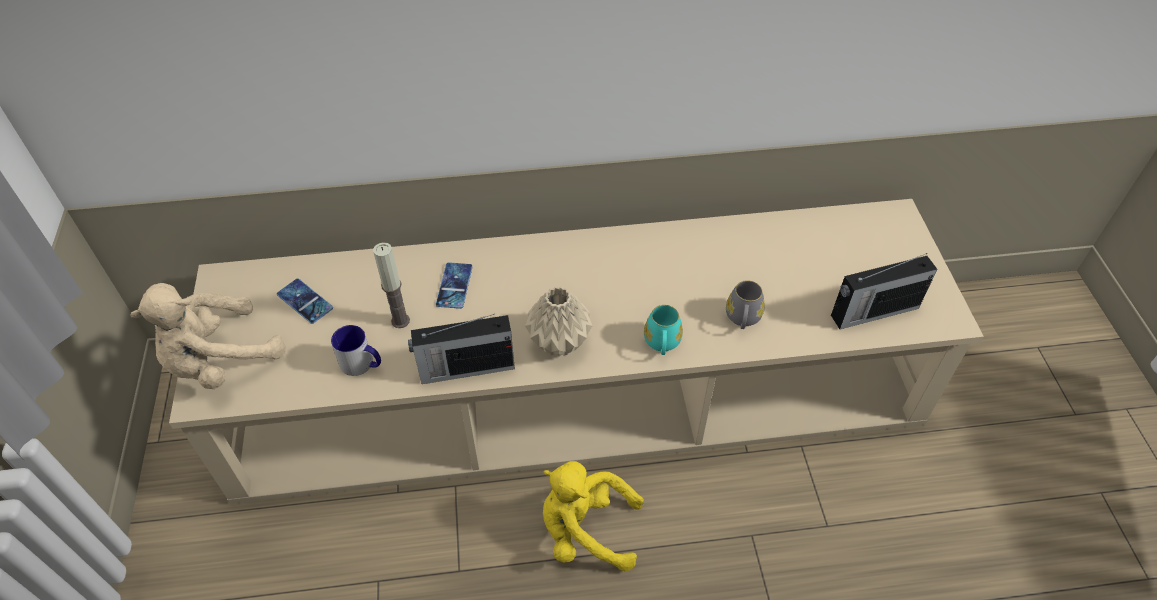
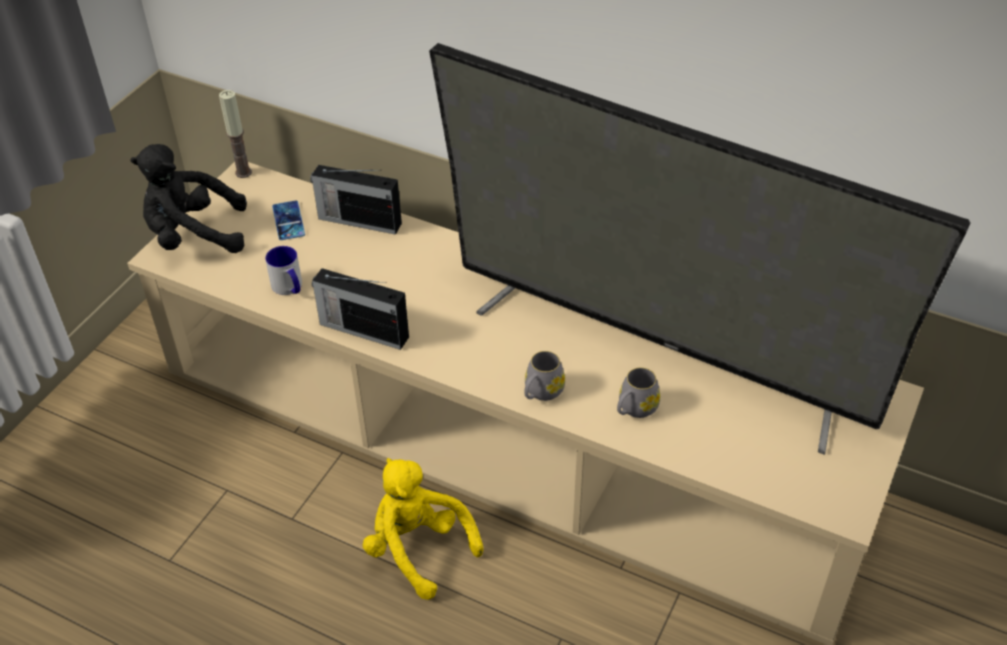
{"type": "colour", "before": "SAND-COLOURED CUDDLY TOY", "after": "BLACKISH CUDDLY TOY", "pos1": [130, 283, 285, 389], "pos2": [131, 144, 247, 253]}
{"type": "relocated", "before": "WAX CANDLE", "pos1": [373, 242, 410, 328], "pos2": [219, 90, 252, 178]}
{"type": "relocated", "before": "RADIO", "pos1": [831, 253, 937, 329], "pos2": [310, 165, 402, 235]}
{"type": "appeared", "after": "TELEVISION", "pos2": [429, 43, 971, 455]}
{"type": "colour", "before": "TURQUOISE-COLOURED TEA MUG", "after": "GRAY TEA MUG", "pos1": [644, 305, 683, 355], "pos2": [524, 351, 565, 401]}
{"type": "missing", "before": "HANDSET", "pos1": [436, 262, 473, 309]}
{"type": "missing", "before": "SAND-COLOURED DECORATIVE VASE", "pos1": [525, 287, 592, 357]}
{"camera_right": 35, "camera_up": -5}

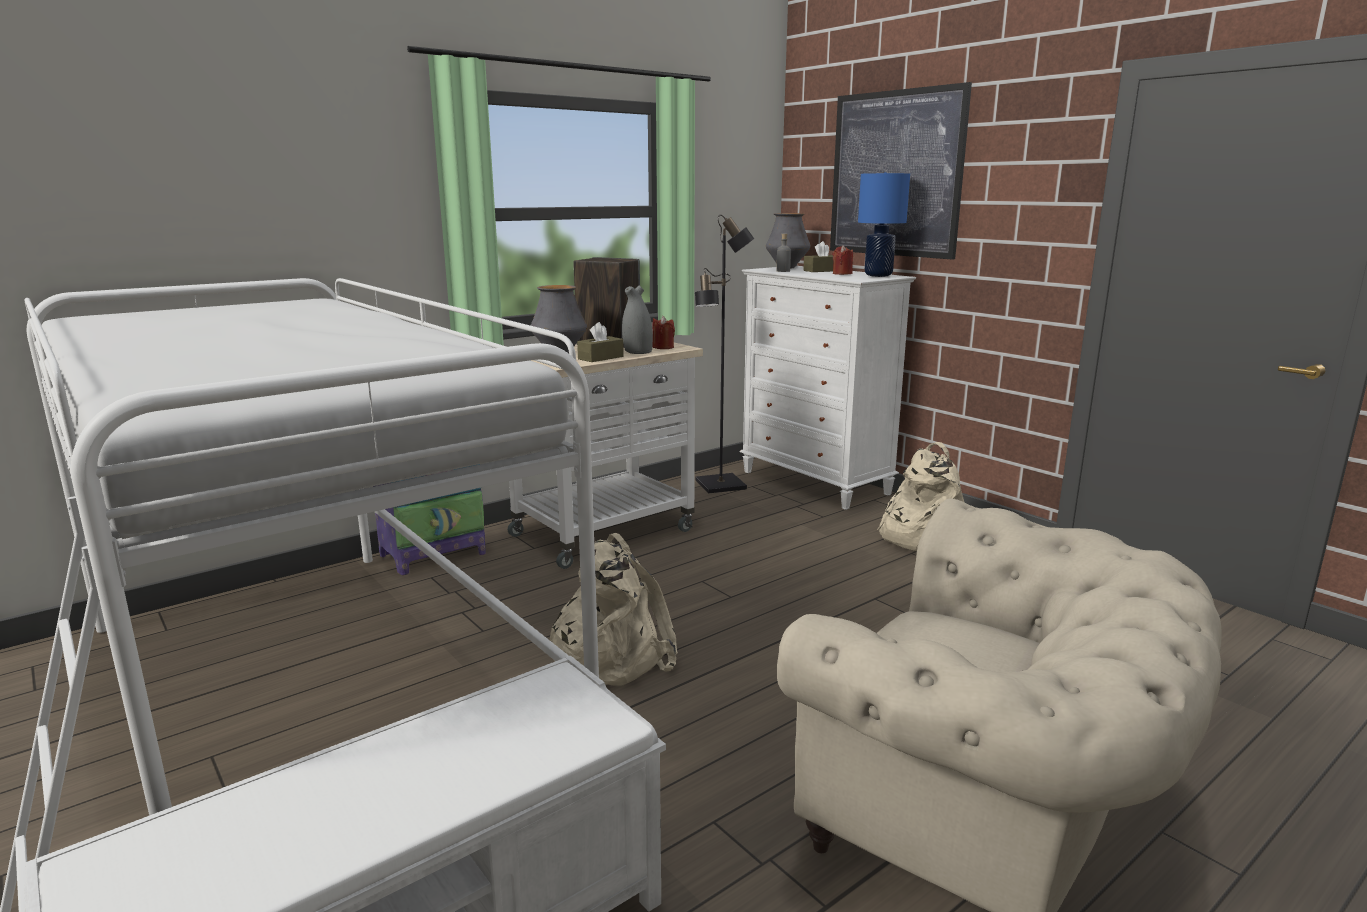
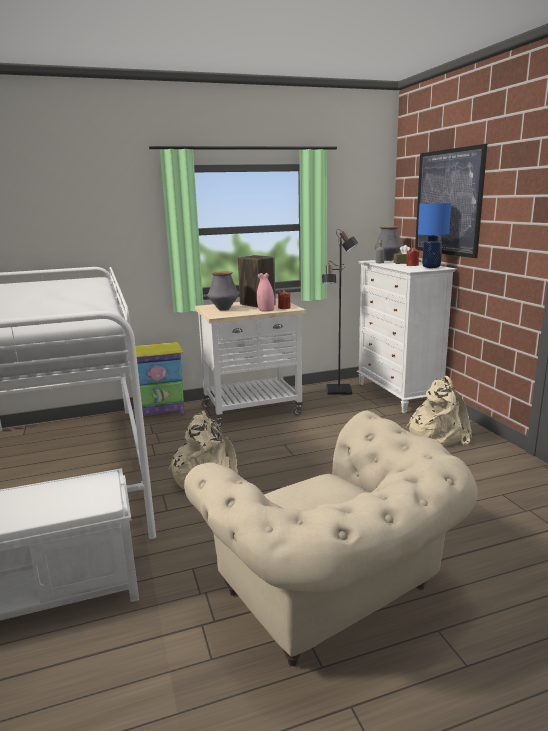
{"type": "colour", "before": "GRAY DECORATIVE VASE", "after": "PINK-COLOURED DECORATIVE VASE", "pos1": [622, 286, 653, 354], "pos2": [257, 273, 275, 312]}
{"type": "missing", "before": "BROWN-COLOURED TISSUE HOLDER", "pos1": [577, 322, 624, 362]}
{"camera_right": 20, "camera_up": 0}

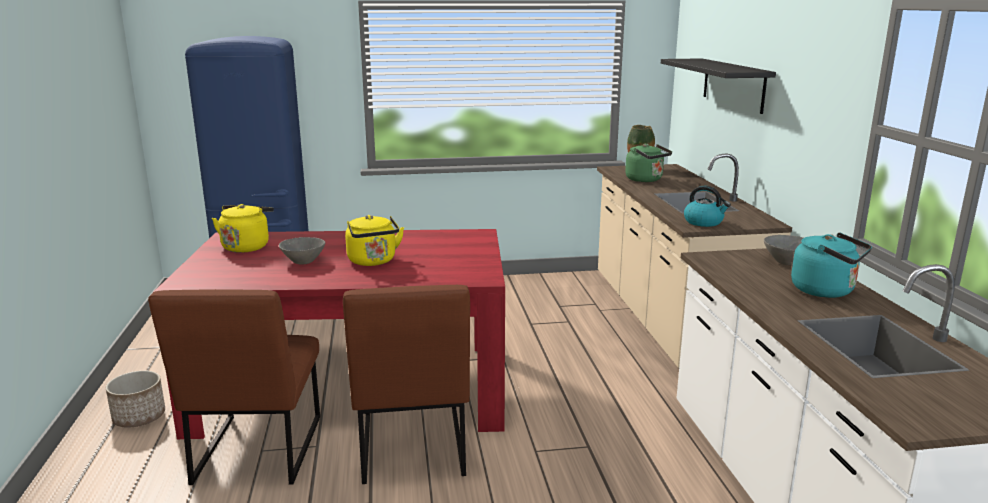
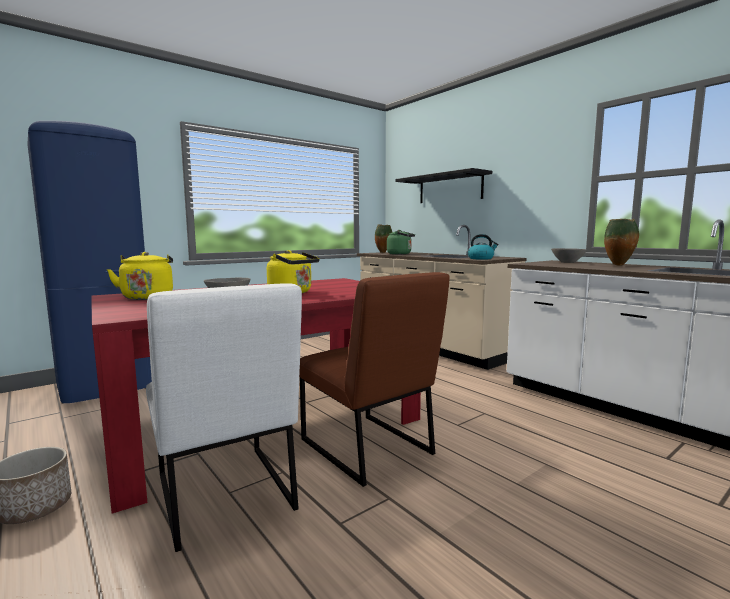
{"type": "colour", "before": "BROWN-COLOURED PLAIN CHAIR", "after": "WHITISH PLAIN CHAIR", "pos1": [148, 289, 320, 485], "pos2": [146, 283, 302, 552]}
{"type": "exchanged", "before": "TURQUOISE-COLOURED TEA KETTLE", "after": "DECORATIVE VASE", "pos1": [791, 232, 872, 298], "pos2": [604, 219, 639, 266]}
{"camera_right": -30, "camera_up": -10}

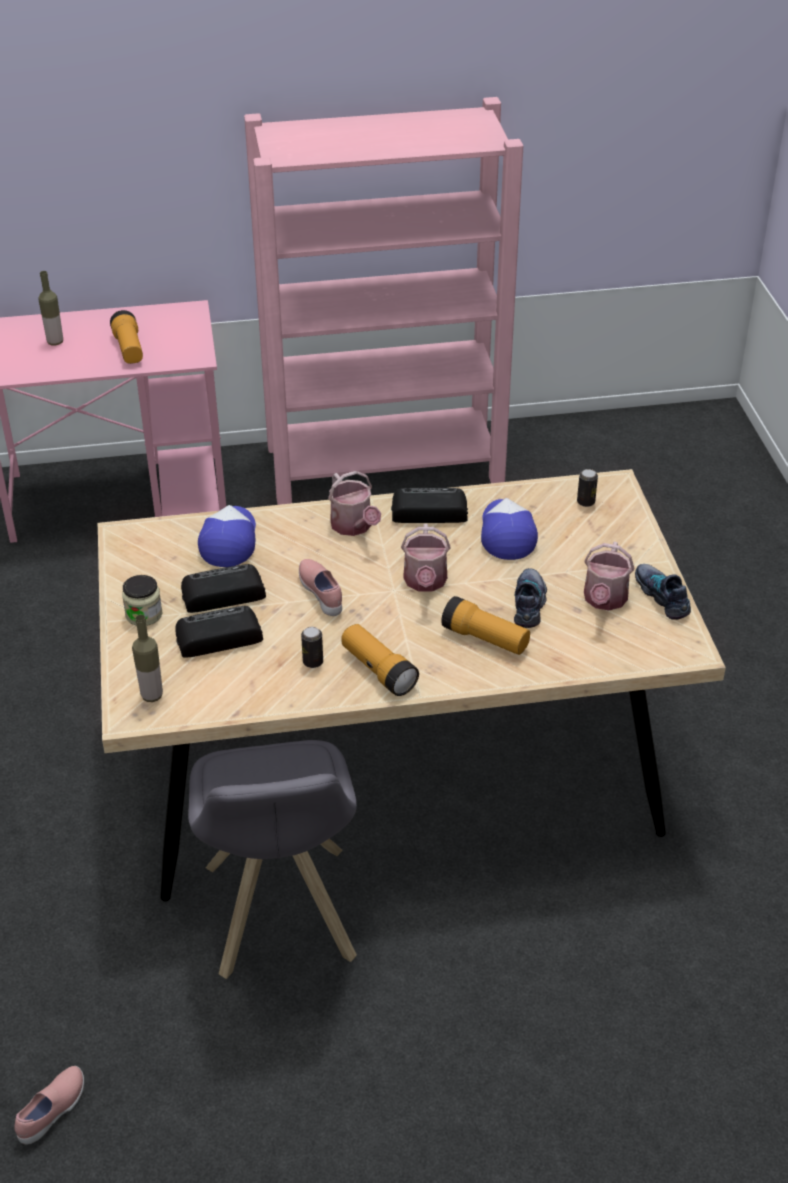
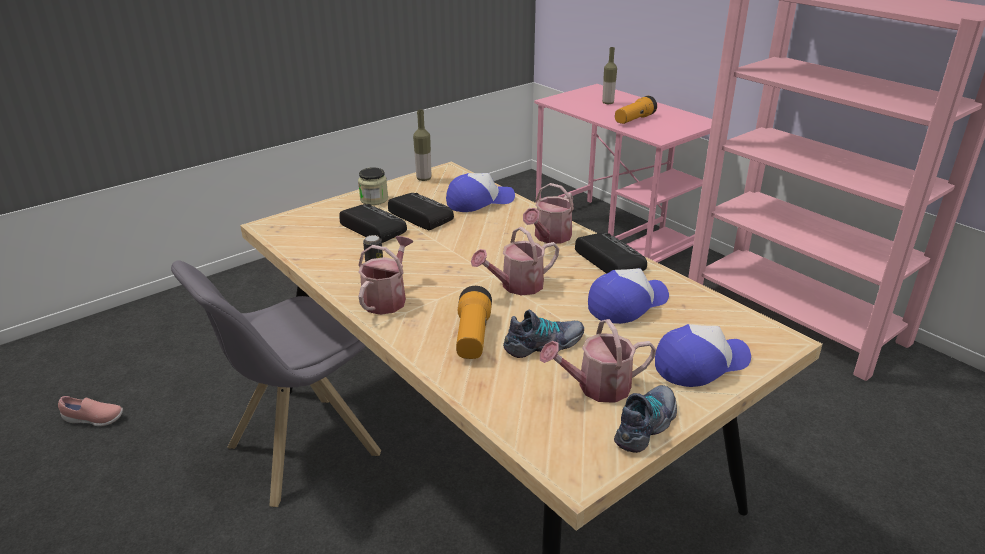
{"type": "exchanged", "before": "FLASHLIGHT", "after": "WATERING POT", "pos1": [341, 624, 419, 696], "pos2": [358, 236, 413, 315]}
{"type": "relocated", "before": "BEVERAGE BOTTLE", "pos1": [132, 615, 163, 702], "pos2": [413, 110, 431, 181]}
{"type": "appeared", "after": "PEAKED CAP", "pos2": [655, 324, 751, 387]}
{"type": "missing", "before": "PINK-COLOURED ITEM OF FOOTWEAR", "pos1": [299, 559, 342, 616]}
{"type": "missing", "before": "METAL CAN", "pos1": [577, 469, 598, 507]}
{"camera_right": 60, "camera_up": -10}

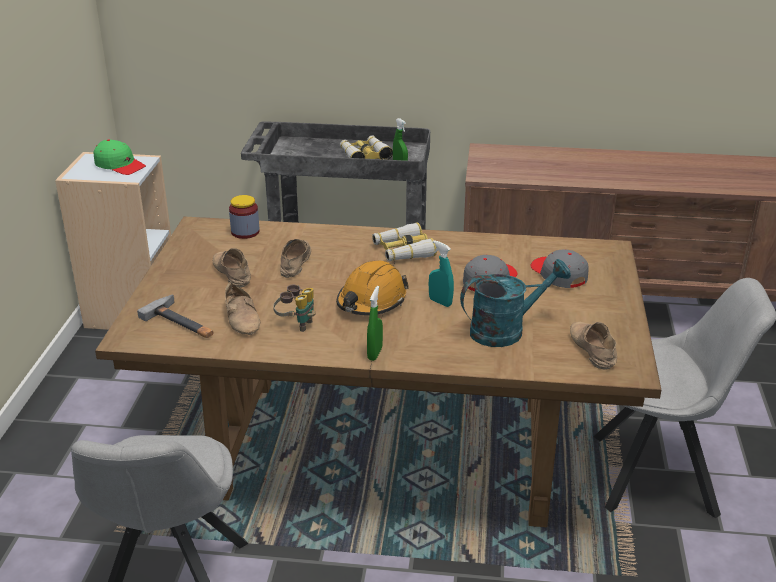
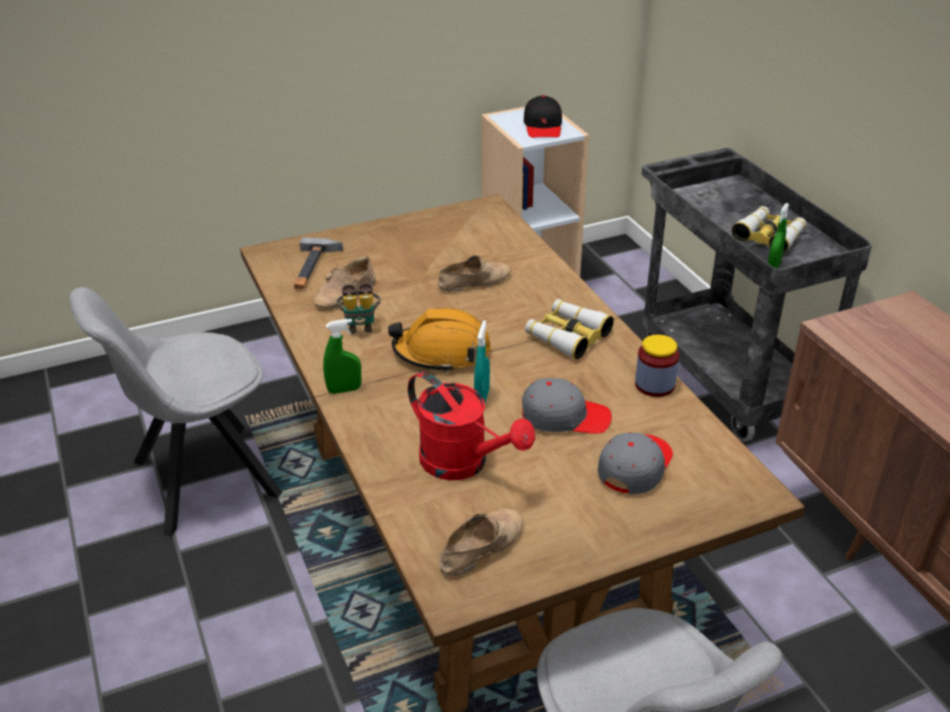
{"type": "colour", "before": "TURQUOISE-COLOURED WATERING POT", "after": "RED WATERING POT", "pos1": [460, 259, 571, 347], "pos2": [408, 371, 535, 480]}
{"type": "colour", "before": "GREENISH PEAKED CAP", "after": "BLACKISH PEAKED CAP", "pos1": [94, 139, 146, 175], "pos2": [524, 95, 562, 138]}
{"type": "relocated", "before": "JAR", "pos1": [229, 195, 260, 239], "pos2": [635, 335, 679, 397]}
{"type": "missing", "before": "SAND-COLOURED ITEM OF FOOTWEAR", "pos1": [213, 248, 251, 287]}
{"camera_right": 60, "camera_up": 5}

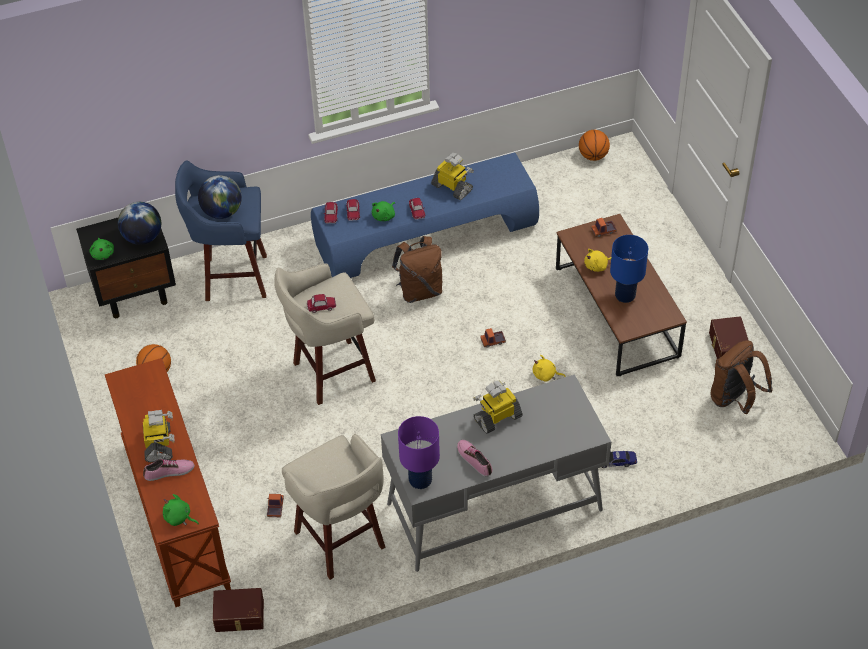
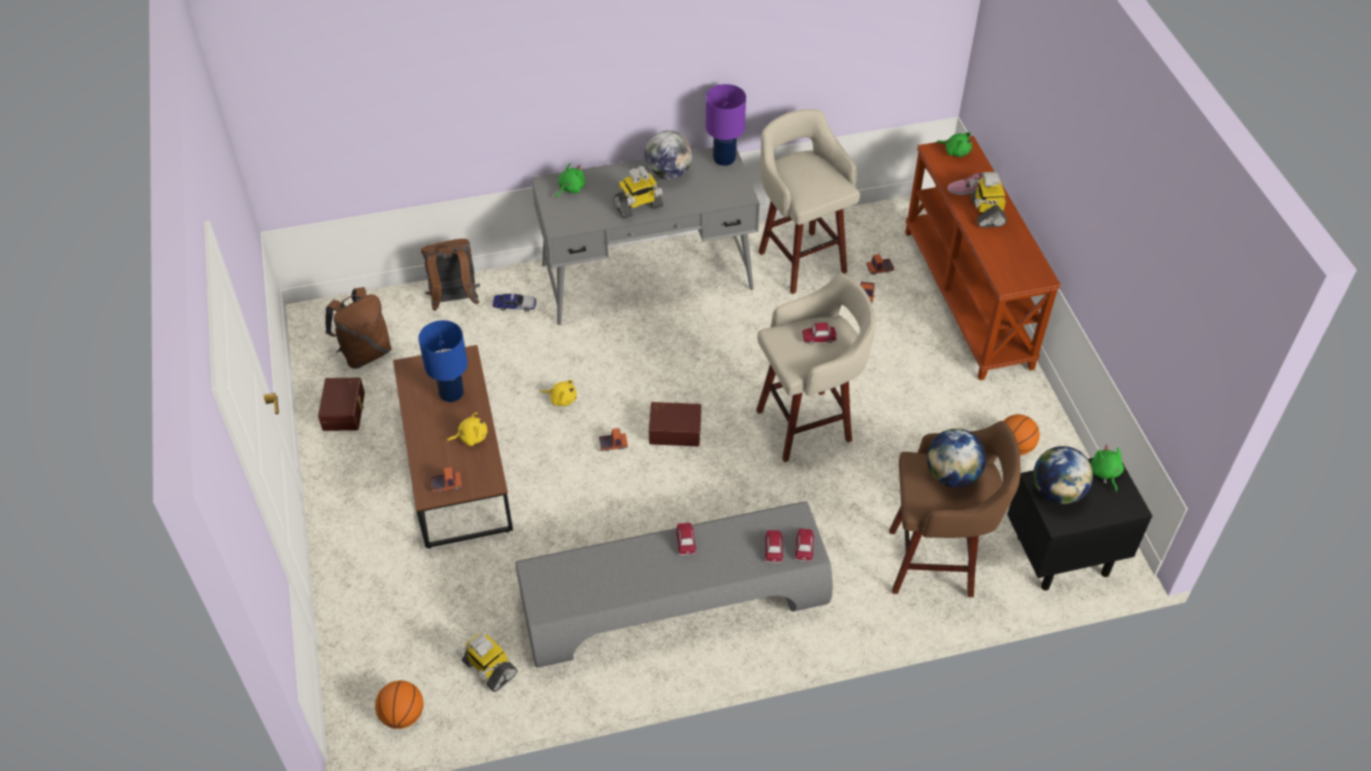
{"type": "relocated", "before": "BROWN-COLOURED BACKPACK", "pos1": [392, 236, 442, 303], "pos2": [421, 239, 480, 311]}
{"type": "relocated", "before": "TOY ROBOT", "pos1": [431, 153, 474, 200], "pos2": [456, 633, 517, 692]}
{"type": "colour", "before": "BLUISH BENCH", "after": "GRAY BENCH", "pos1": [311, 153, 539, 278], "pos2": [515, 501, 833, 668]}
{"type": "relocated", "before": "GREENISH CUDDLY TOY", "pos1": [372, 201, 395, 221], "pos2": [555, 163, 585, 199]}
{"type": "exchanged", "before": "ITEM OF FOOTWEAR", "after": "GLOBE", "pos1": [457, 440, 493, 477], "pos2": [644, 130, 693, 180]}
{"type": "relocated", "before": "BROWN-COLOURED STORAGE BIN", "pos1": [213, 588, 264, 632], "pos2": [649, 402, 701, 446]}
{"type": "appeared", "after": "TOY TRUCK", "pos2": [866, 254, 894, 275]}
{"type": "colour", "before": "BLUISH STOOL", "after": "BROWN-COLOURED STOOL", "pos1": [175, 160, 267, 301], "pos2": [889, 421, 1021, 597]}
{"camera_right": -175, "camera_up": 0}

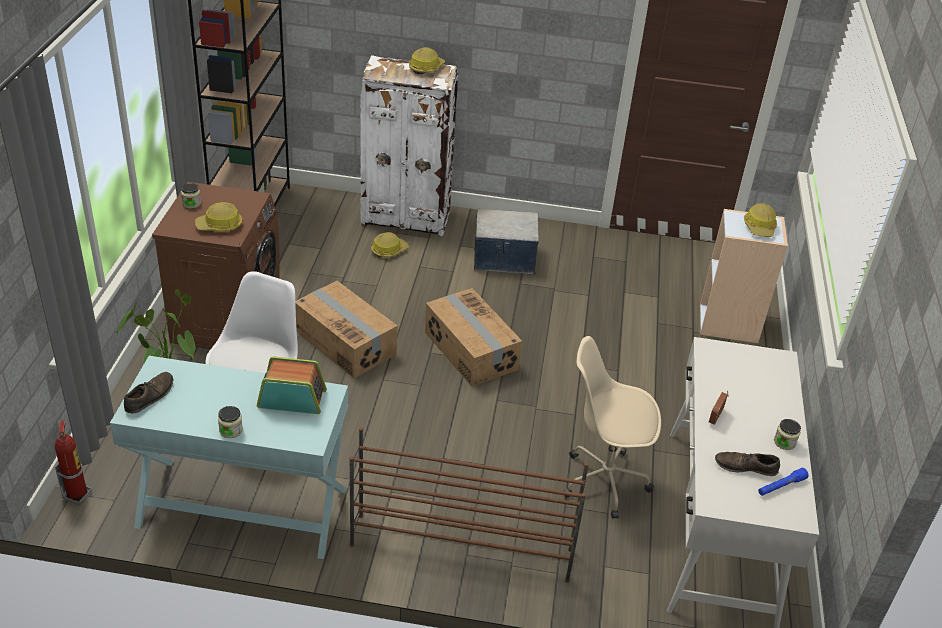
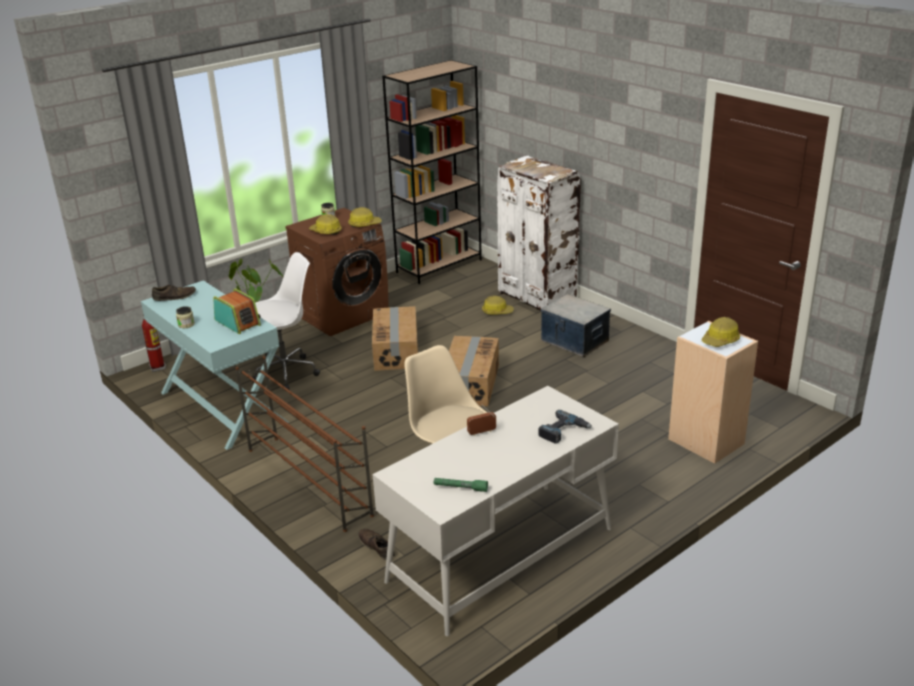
{"type": "relocated", "before": "HARD HAT", "pos1": [409, 47, 445, 74], "pos2": [348, 207, 381, 227]}
{"type": "relocated", "before": "BROWN-COLOURED ITEM OF FOOTWEAR", "pos1": [715, 451, 780, 476], "pos2": [358, 529, 395, 560]}
{"type": "colour", "before": "BLUISH FLASHLIGHT", "after": "GREENISH FLASHLIGHT", "pos1": [758, 468, 809, 496], "pos2": [434, 478, 488, 492]}
{"type": "appeared", "after": "DRILL", "pos2": [539, 410, 592, 444]}
{"type": "missing", "before": "JAR", "pos1": [774, 419, 801, 450]}
{"camera_right": 45, "camera_up": -10}

